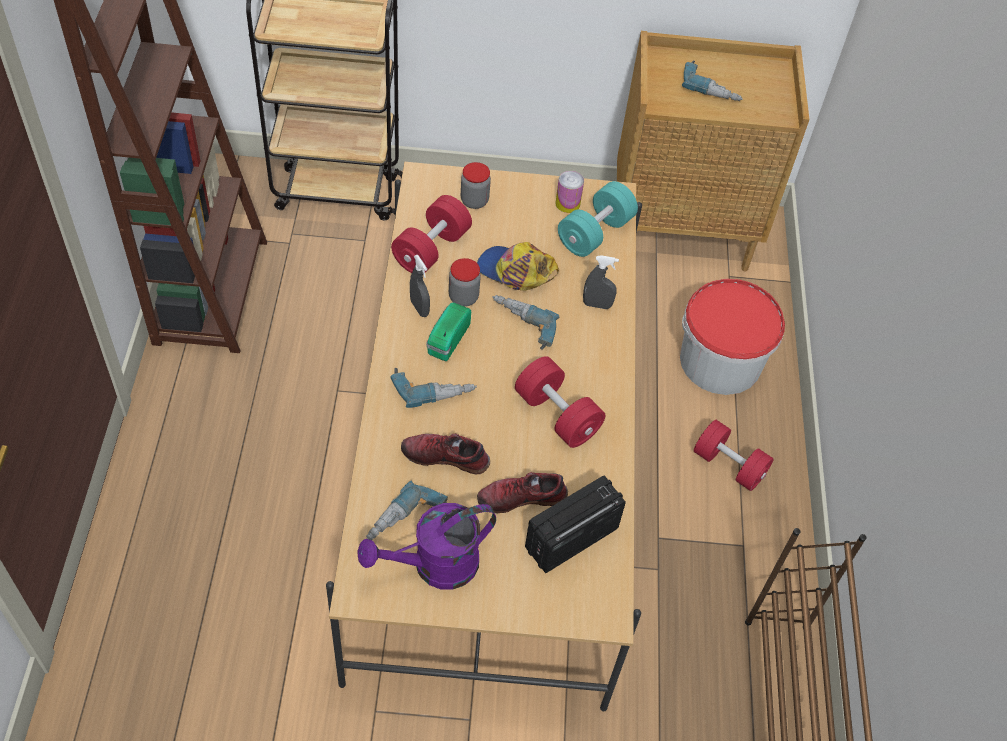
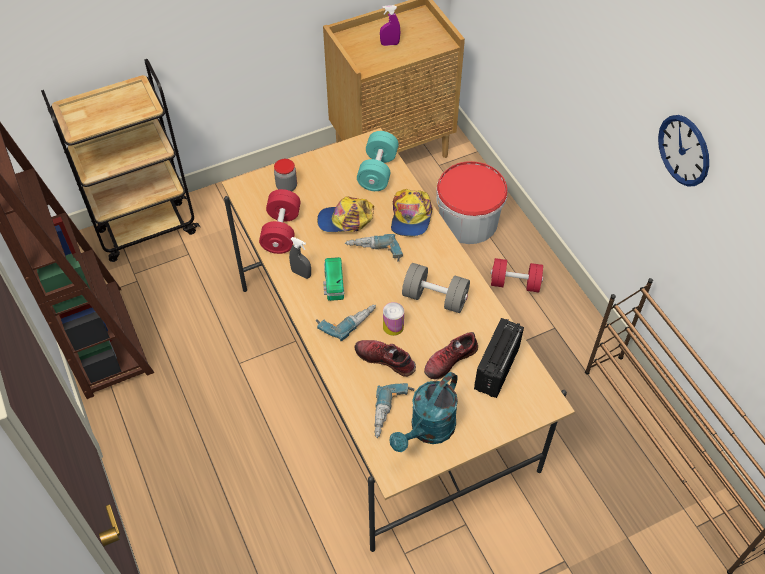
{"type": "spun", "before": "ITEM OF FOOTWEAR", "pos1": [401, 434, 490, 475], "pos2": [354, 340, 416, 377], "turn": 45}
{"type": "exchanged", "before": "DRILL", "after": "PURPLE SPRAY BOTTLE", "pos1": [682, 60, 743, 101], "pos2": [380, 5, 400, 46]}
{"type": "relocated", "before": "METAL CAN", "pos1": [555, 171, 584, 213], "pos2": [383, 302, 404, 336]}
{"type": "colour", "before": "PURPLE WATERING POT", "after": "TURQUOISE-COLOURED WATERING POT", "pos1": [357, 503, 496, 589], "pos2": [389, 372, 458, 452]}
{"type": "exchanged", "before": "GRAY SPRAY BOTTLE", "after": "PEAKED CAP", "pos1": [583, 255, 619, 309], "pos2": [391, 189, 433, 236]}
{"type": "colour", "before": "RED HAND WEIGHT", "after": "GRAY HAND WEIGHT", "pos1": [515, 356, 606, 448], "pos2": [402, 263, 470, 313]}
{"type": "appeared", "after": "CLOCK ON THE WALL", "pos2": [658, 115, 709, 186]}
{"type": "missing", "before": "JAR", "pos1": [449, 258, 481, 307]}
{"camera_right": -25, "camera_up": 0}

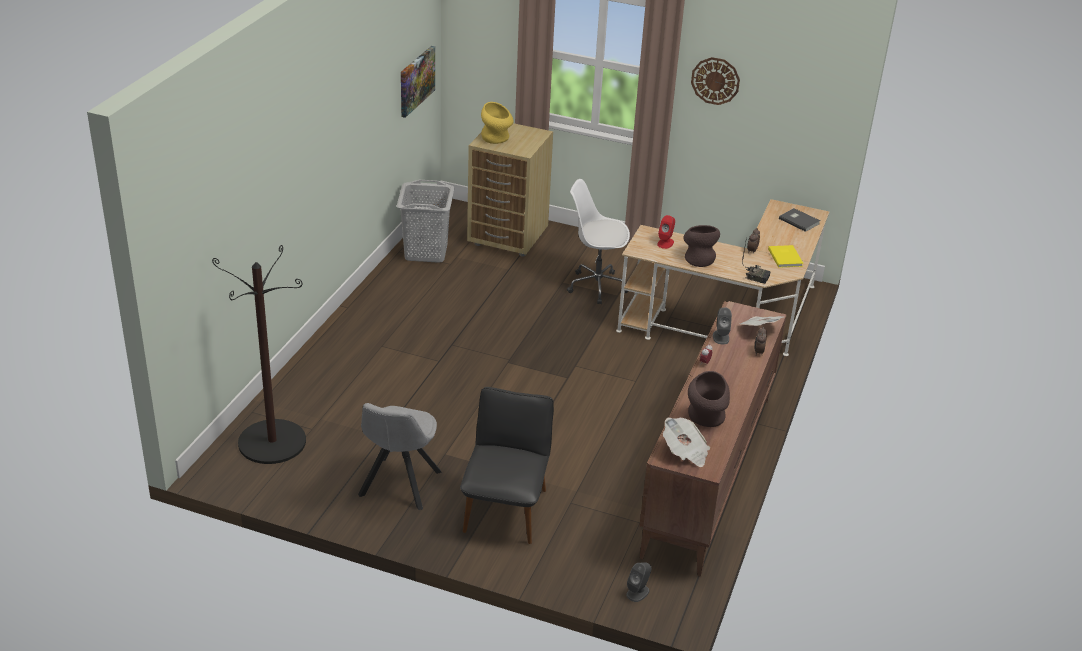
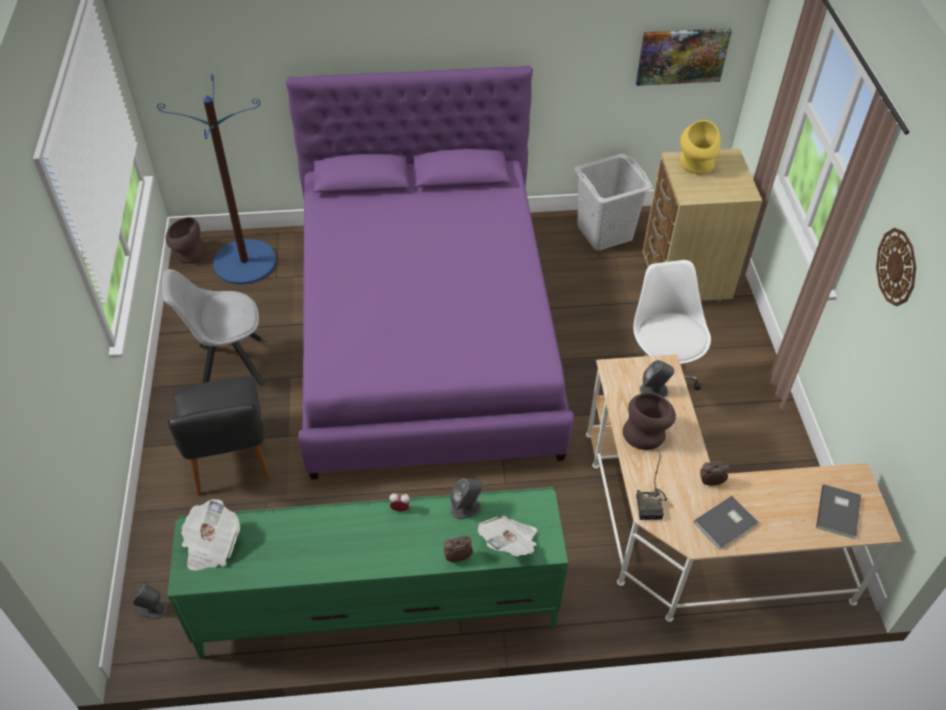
{"type": "colour", "before": "BLACKISH GARMENT STAND", "after": "BLUISH GARMENT STAND", "pos1": [212, 245, 306, 464], "pos2": [157, 74, 276, 284]}
{"type": "relocated", "before": "BROWN-COLOURED DECORATIVE VASE", "pos1": [688, 371, 730, 427], "pos2": [165, 217, 206, 263]}
{"type": "colour", "before": "BROWN-COLOURED STORAGE CABINET", "after": "GREENISH STORAGE CABINET", "pos1": [639, 301, 787, 577], "pos2": [167, 487, 568, 659]}
{"type": "spun", "before": "BLACKISH PLAIN CHAIR", "pos1": [460, 387, 554, 544], "pos2": [168, 376, 271, 496], "turn": 90}
{"type": "appeared", "after": "PURPLE BED", "pos2": [286, 65, 574, 480]}
{"type": "colour", "before": "RED SPEAKER", "after": "GRAY SPEAKER", "pos1": [657, 215, 675, 249], "pos2": [640, 360, 674, 397]}
{"type": "colour", "before": "YELLOW VOLUME", "after": "GRAY VOLUME", "pos1": [768, 245, 804, 268], "pos2": [694, 496, 758, 550]}
{"camera_right": 65, "camera_up": 15}

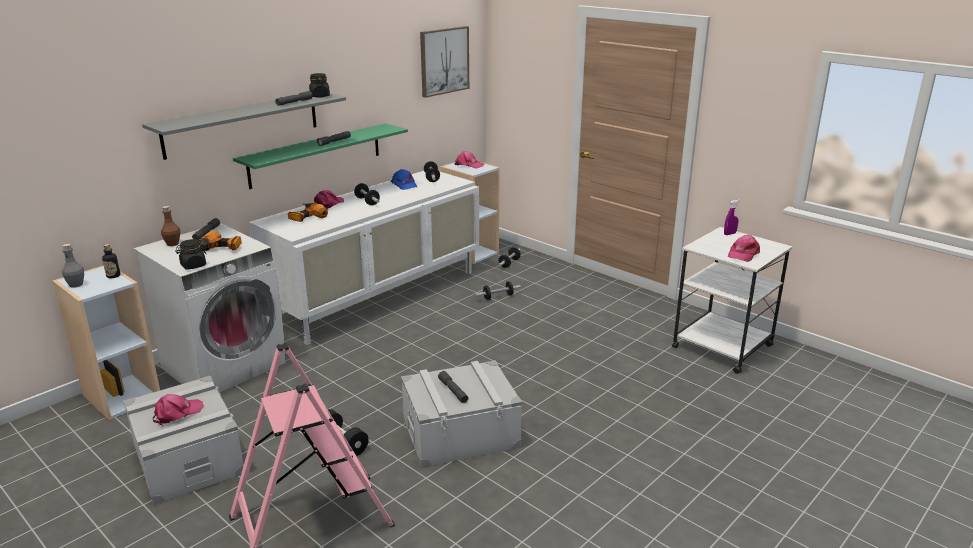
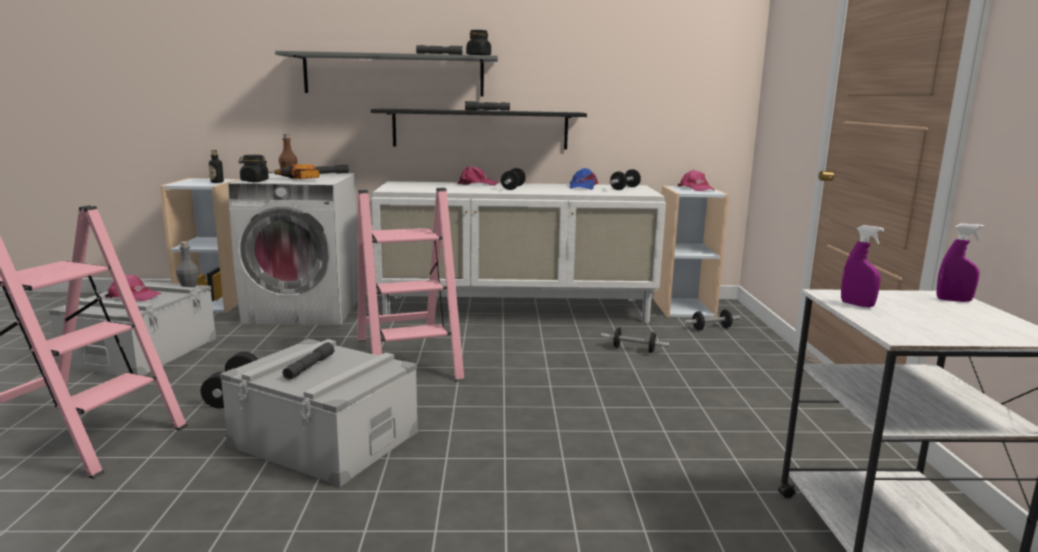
{"type": "relocated", "before": "GRAY BEVERAGE BOTTLE", "pos1": [62, 244, 84, 288], "pos2": [176, 241, 199, 287]}
{"type": "appeared", "after": "PINK-COLOURED STEPLADDER", "pos2": [358, 188, 465, 382]}
{"type": "colour", "before": "GREENISH SHELF", "after": "BLACKISH SHELF", "pos1": [233, 123, 408, 189], "pos2": [371, 109, 587, 149]}
{"type": "appeared", "after": "PURPLE SPRAY BOTTLE", "pos2": [841, 225, 884, 307]}
{"type": "missing", "before": "DRILL", "pos1": [288, 203, 328, 222]}
{"type": "missing", "before": "WALL ART", "pos1": [420, 26, 469, 98]}
{"type": "missing", "before": "PINK-COLOURED PEAKED CAP", "pos1": [728, 235, 760, 262]}
{"camera_right": 45, "camera_up": -10}

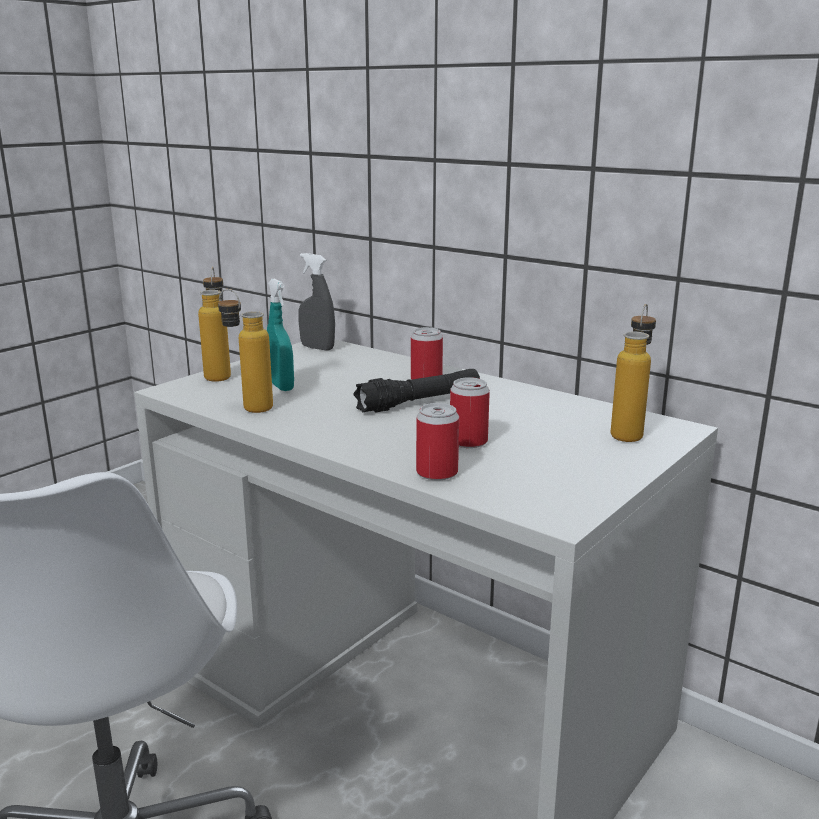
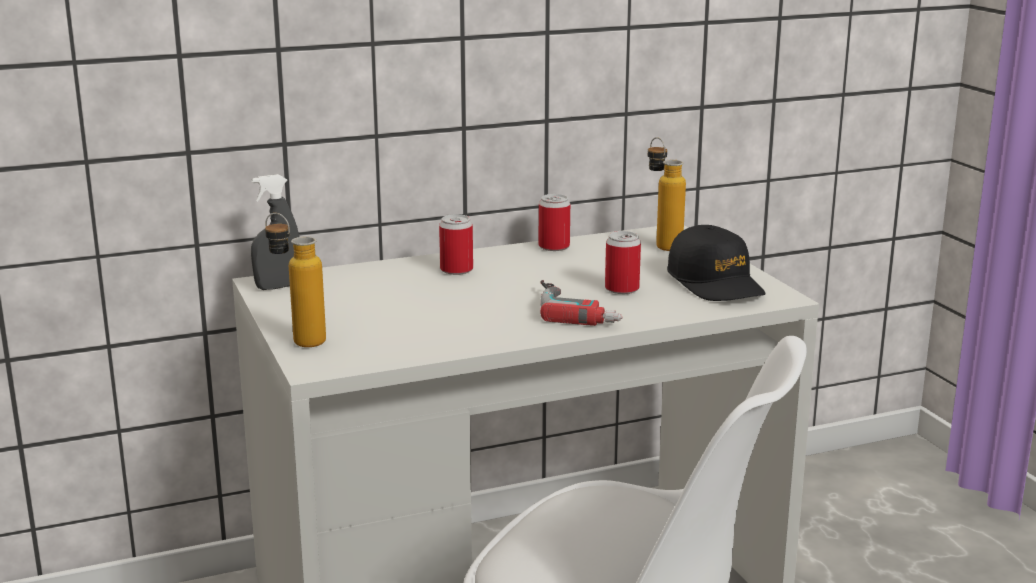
{"type": "relocated", "before": "METAL CAN", "pos1": [416, 403, 459, 481], "pos2": [539, 194, 570, 251]}
{"type": "appeared", "after": "DRILL", "pos2": [540, 280, 622, 326]}
{"type": "appeared", "after": "BLACKISH PEAKED CAP", "pos2": [667, 225, 766, 301]}
{"type": "missing", "before": "BEVERAGE BOTTLE", "pos1": [218, 289, 273, 413]}
{"type": "missing", "before": "TURQUOISE-COLOURED SPRAY BOTTLE", "pos1": [267, 279, 294, 391]}
{"type": "missing", "before": "BLACKISH FLASHLIGHT", "pos1": [354, 369, 480, 413]}
{"camera_right": -60, "camera_up": 0}

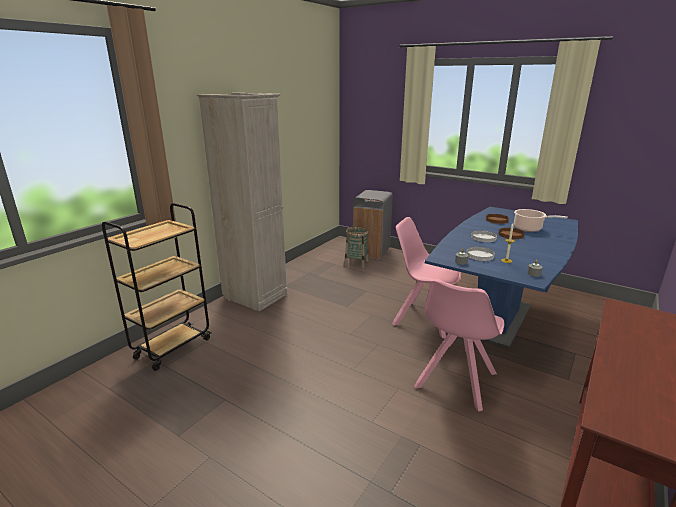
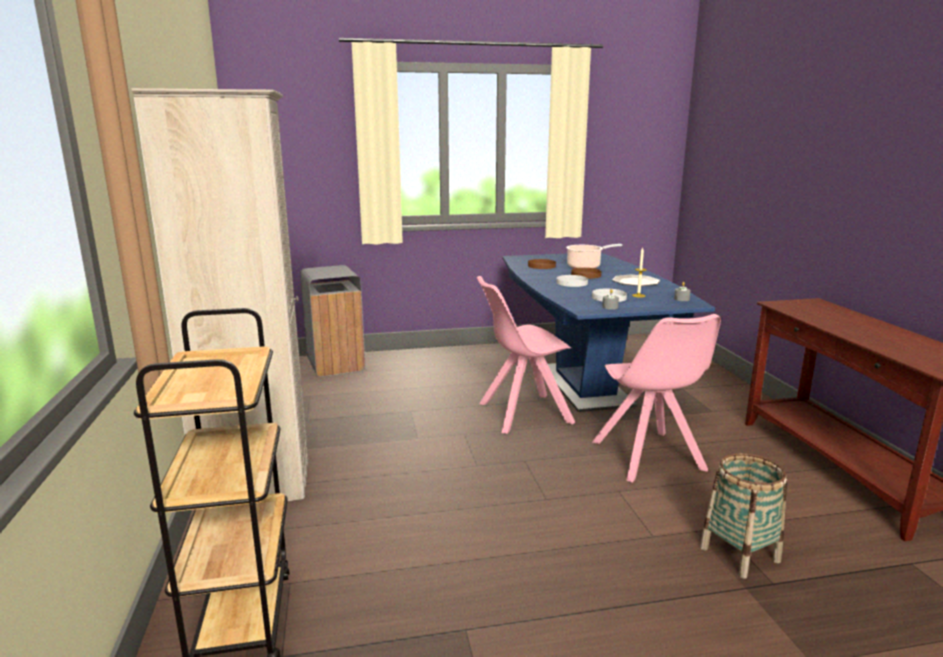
{"type": "appeared", "after": "FLAT DISH", "pos2": [612, 275, 660, 286]}
{"type": "relocated", "before": "HOUSEHOLD BASKET", "pos1": [344, 226, 369, 269], "pos2": [700, 453, 787, 579]}
{"camera_right": -45, "camera_up": -5}

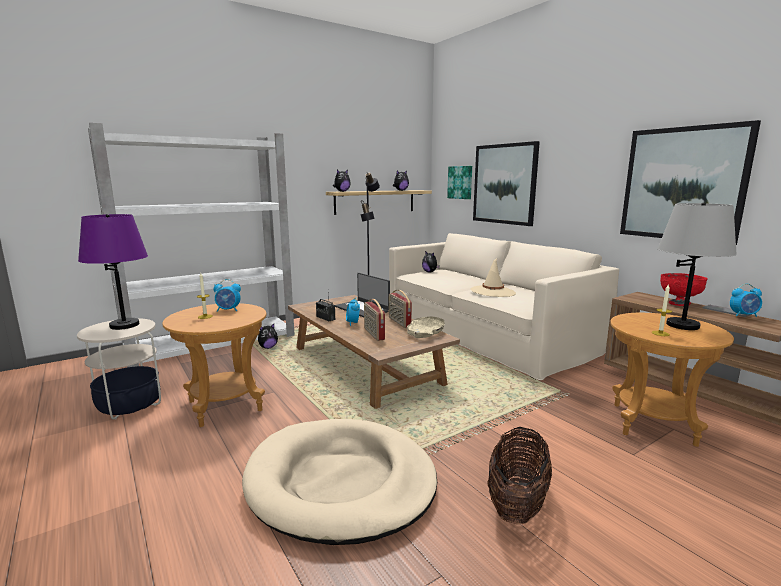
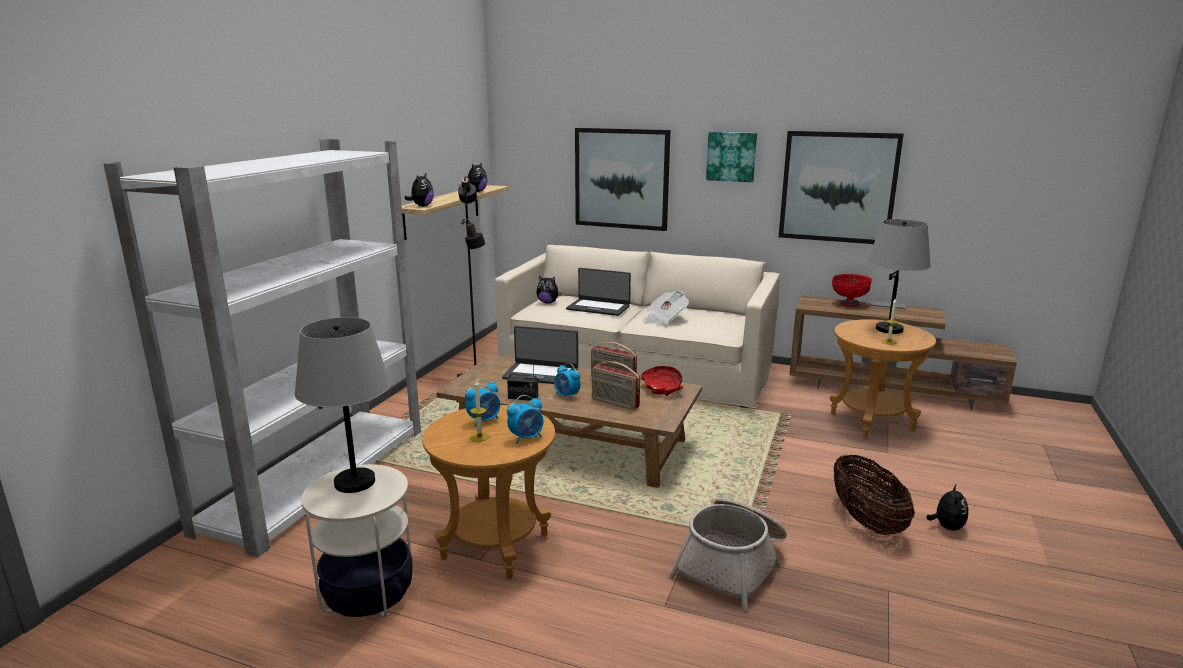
{"type": "colour", "before": "PURPLE LAMP FOR A TABLE", "after": "GRAY LAMP FOR A TABLE", "pos1": [78, 214, 148, 330], "pos2": [295, 317, 390, 493]}
{"type": "relocated", "before": "TABLE CLOCK", "pos1": [730, 284, 762, 317], "pos2": [507, 395, 543, 444]}
{"type": "appeared", "after": "LAPTOP", "pos2": [566, 268, 631, 316]}
{"type": "colour", "before": "SAND-COLOURED DEEP DISH", "after": "RED DEEP DISH", "pos1": [407, 316, 445, 338], "pos2": [641, 366, 684, 396]}
{"type": "exchanged", "before": "SAND-COLOURED WEARABLE HAT", "after": "NEWSPAPER", "pos1": [471, 258, 516, 297], "pos2": [643, 291, 689, 324]}
{"type": "exchanged", "before": "SAND-COLOURED DOG BED", "after": "HOUSEHOLD BASKET", "pos1": [242, 419, 437, 545], "pos2": [669, 498, 787, 611]}
{"type": "relocated", "before": "WALL ART", "pos1": [447, 166, 472, 199], "pos2": [706, 132, 757, 182]}
{"type": "relocated", "before": "CUDDLY TOY", "pos1": [258, 324, 278, 349], "pos2": [926, 485, 968, 531]}
{"camera_right": -35, "camera_up": 5}

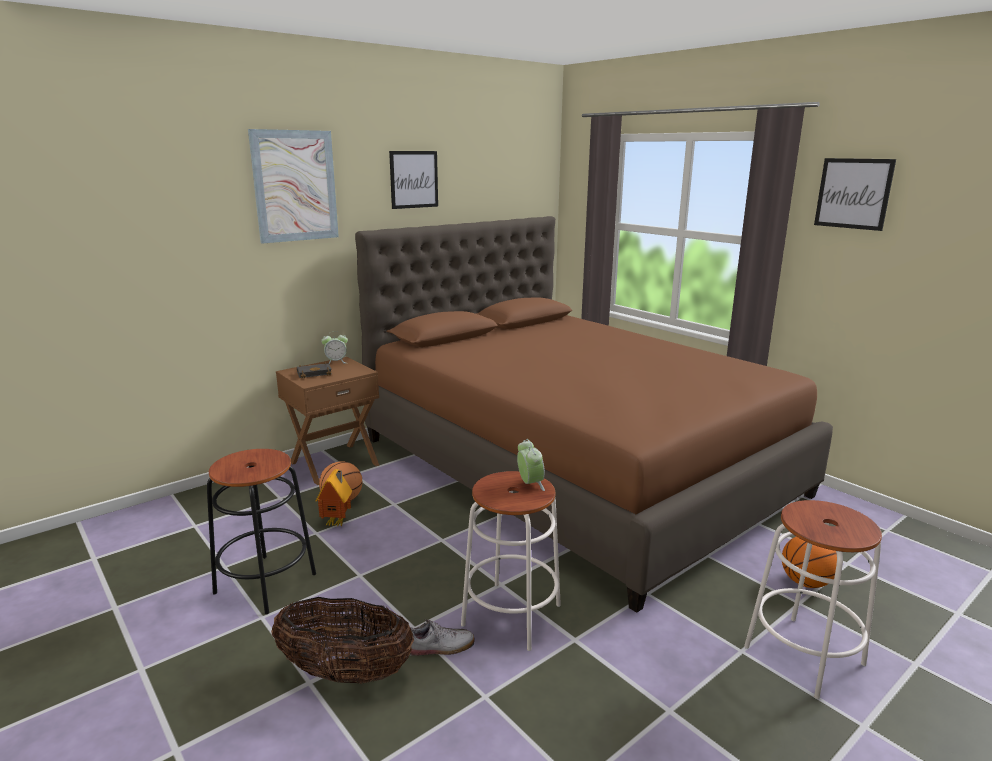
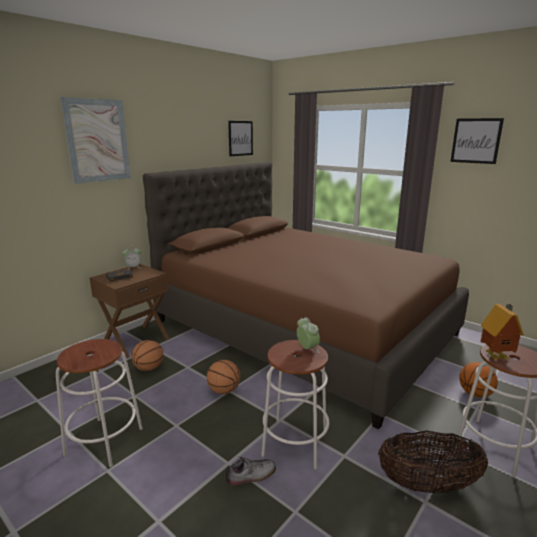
{"type": "colour", "before": "BLACKISH STOOL", "after": "WHITISH STOOL", "pos1": [207, 449, 316, 614], "pos2": [56, 339, 143, 467]}
{"type": "appeared", "after": "BALL FOR BASKETBALL", "pos2": [207, 360, 240, 394]}
{"type": "relocated", "before": "WALL ART", "pos1": [389, 151, 438, 209], "pos2": [228, 121, 253, 156]}
{"type": "relocated", "before": "HOUSEHOLD BASKET", "pos1": [271, 596, 414, 684], "pos2": [378, 430, 488, 494]}
{"type": "relocated", "before": "TOY HOUSE", "pos1": [316, 469, 352, 526], "pos2": [481, 304, 524, 360]}
{"camera_right": -10, "camera_up": 0}

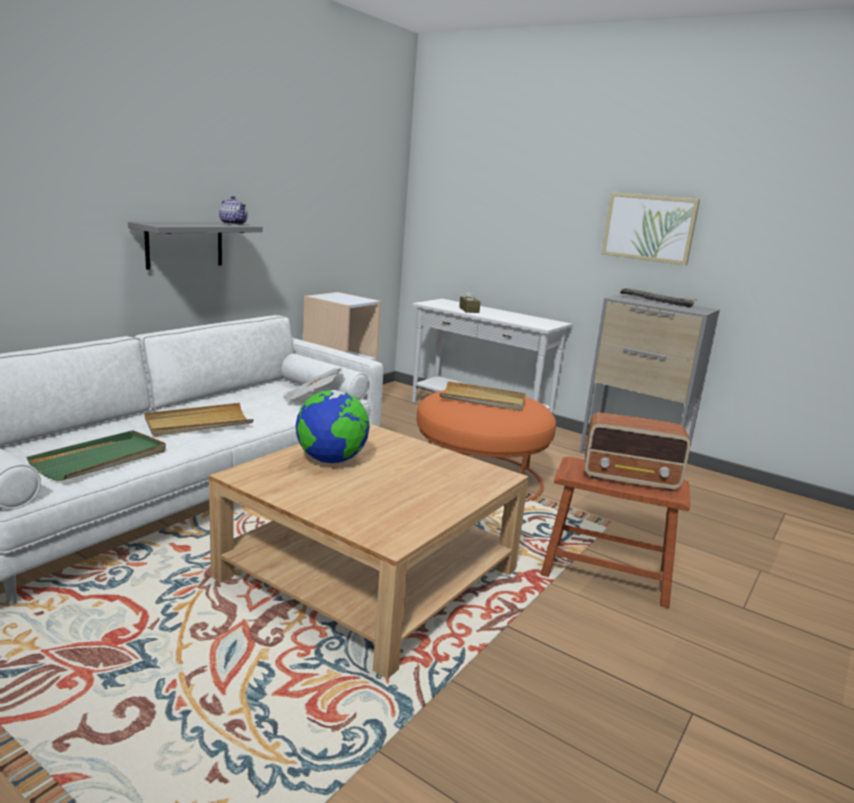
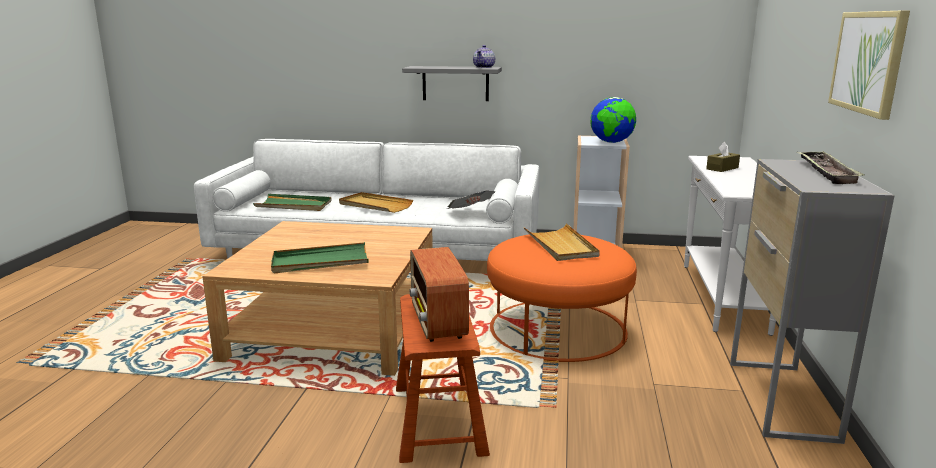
{"type": "appeared", "after": "GREENISH CARRYING TRAY", "pos2": [271, 242, 369, 273]}
{"type": "relocated", "before": "GLOBE", "pos1": [296, 390, 370, 463], "pos2": [590, 97, 636, 143]}
{"camera_right": 65, "camera_up": 0}

